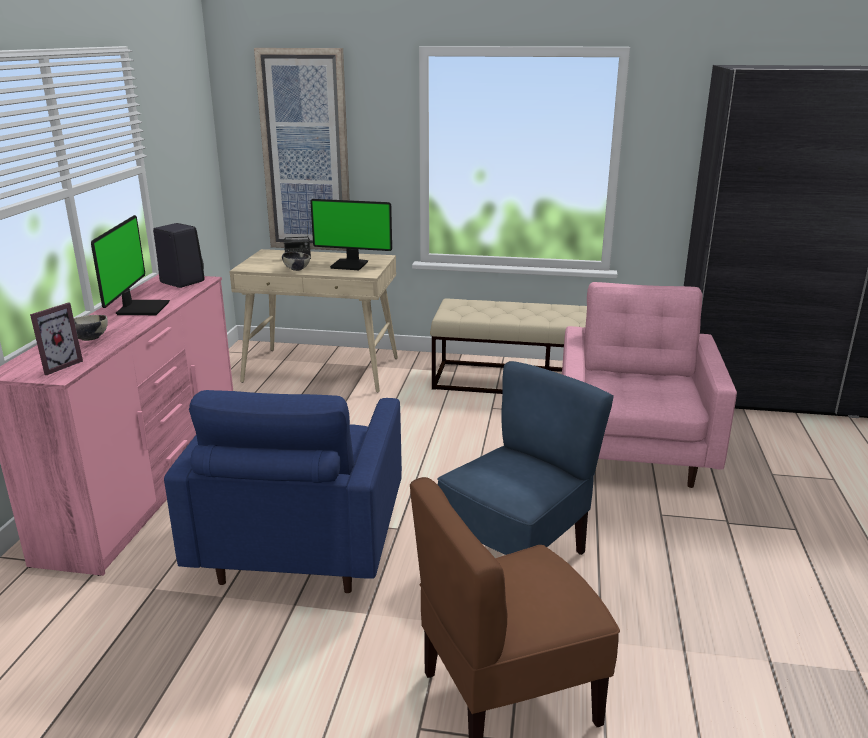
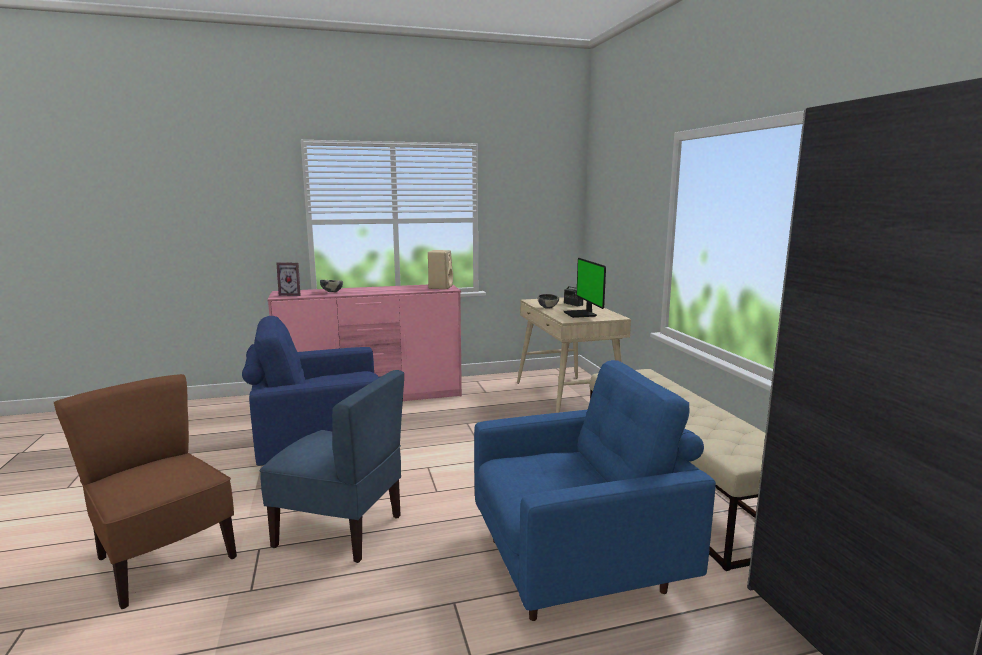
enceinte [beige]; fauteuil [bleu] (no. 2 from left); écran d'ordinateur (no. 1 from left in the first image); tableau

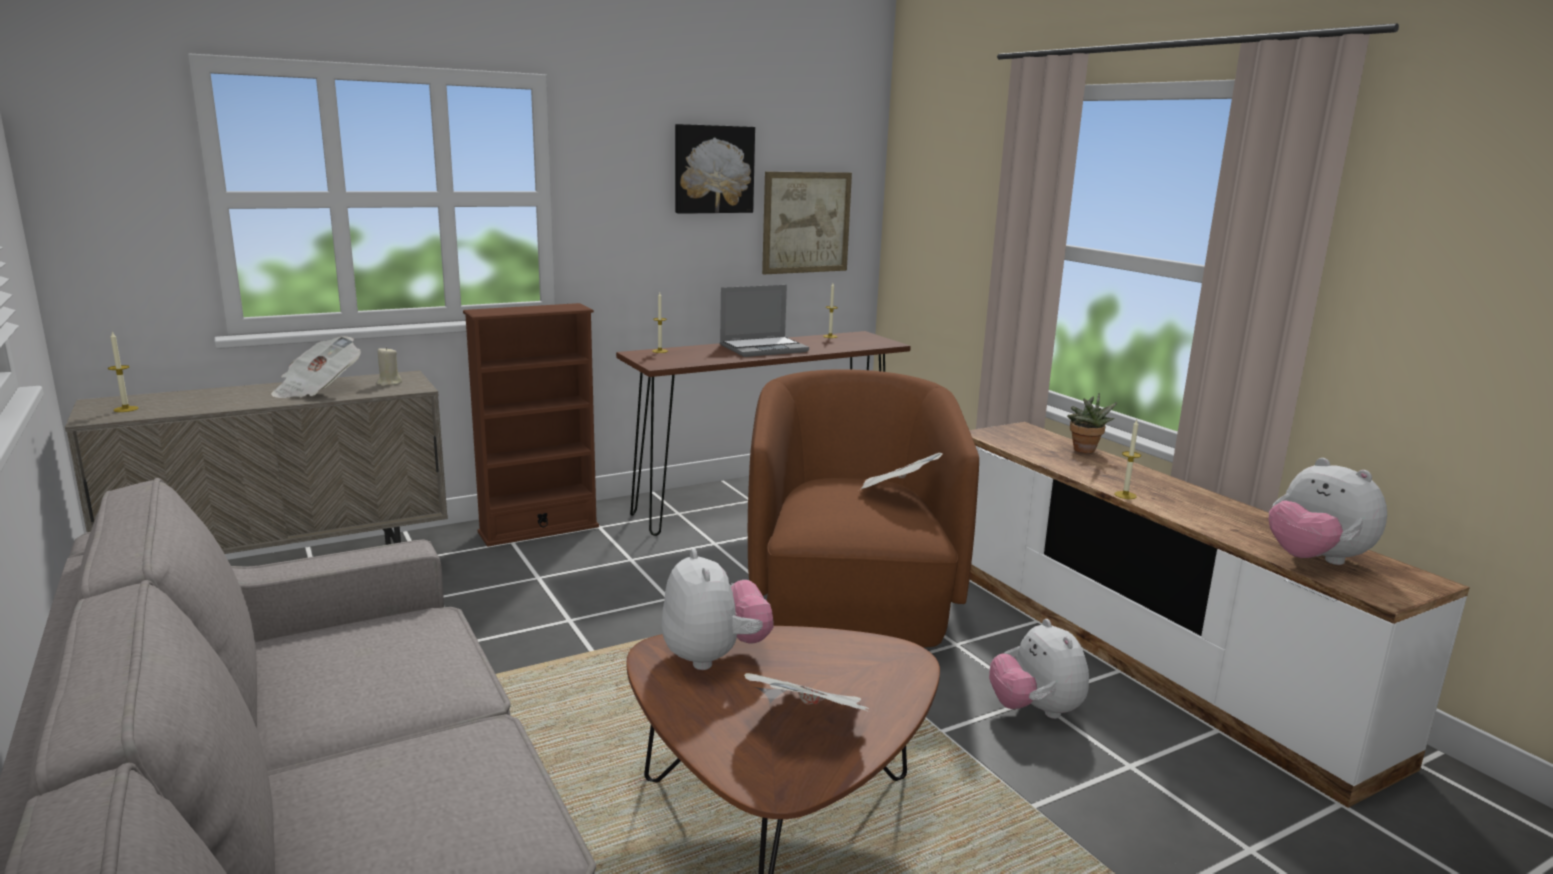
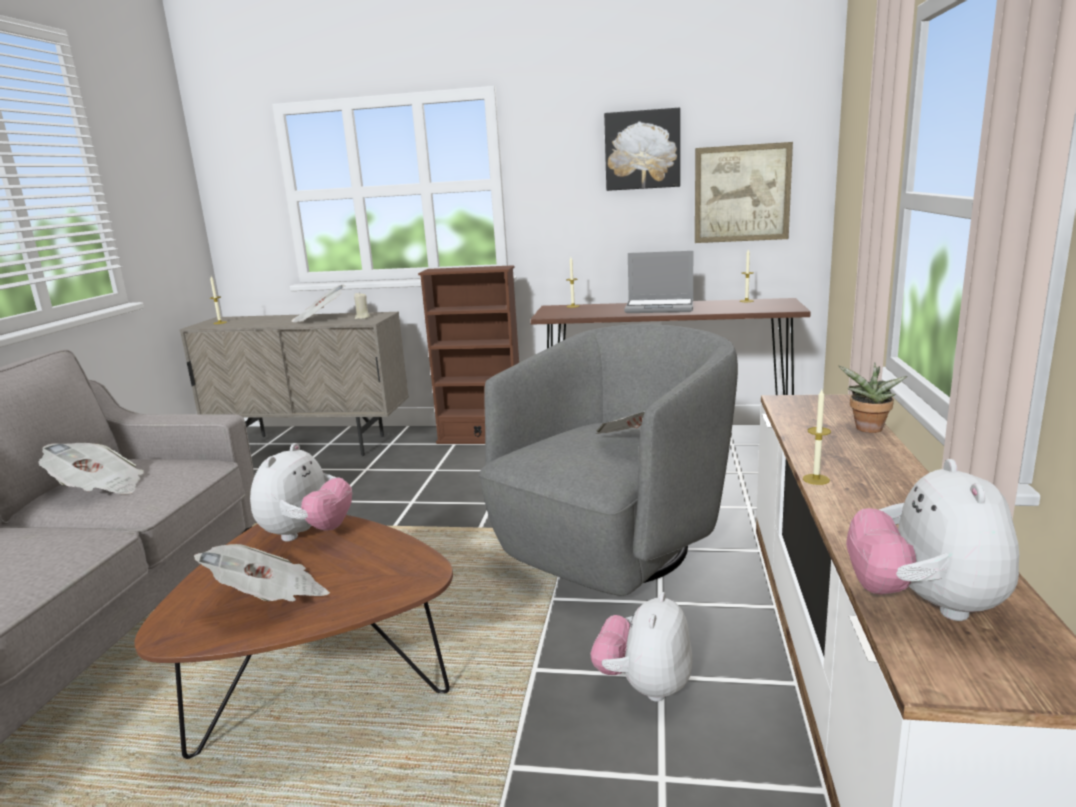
journal (no. 1 from left); fauteuil [gris]

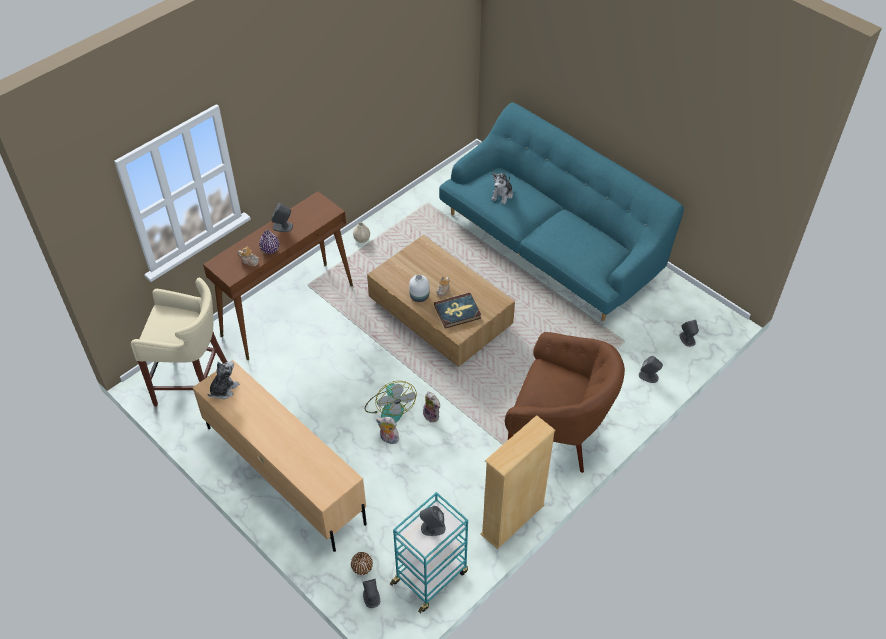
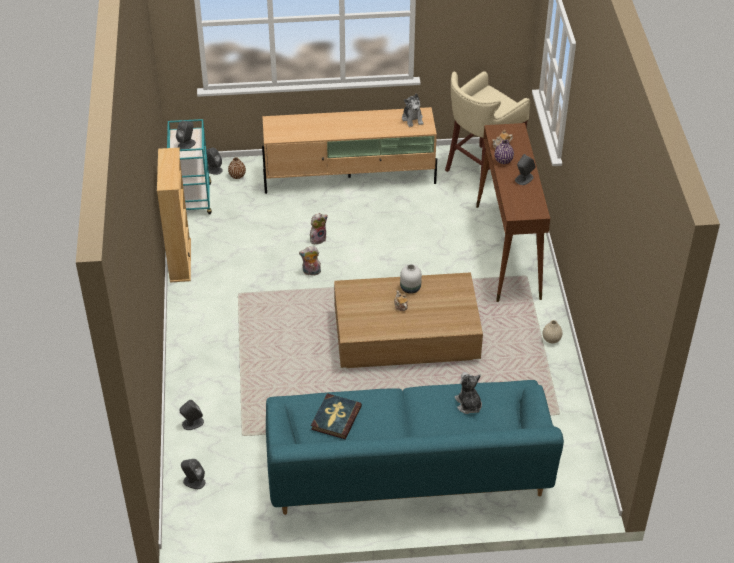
livre; ventilateur; fauteuil [marron]

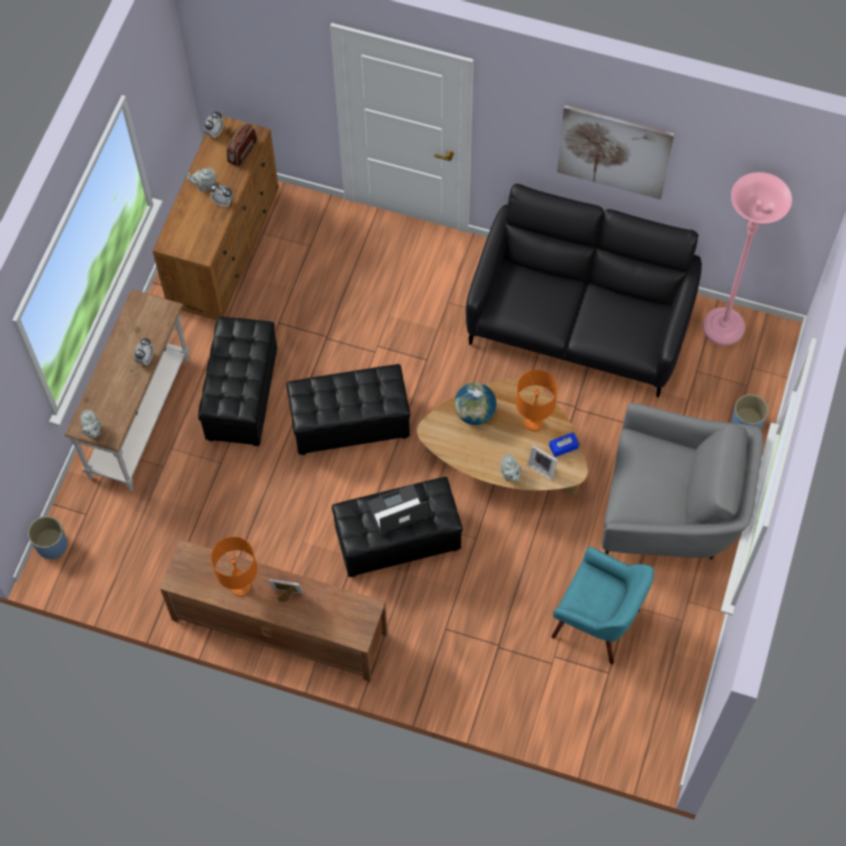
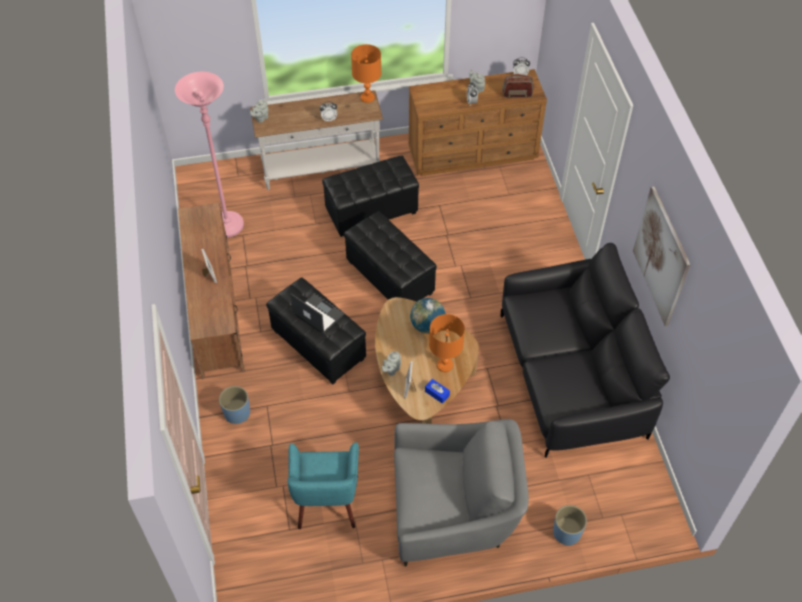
lampadaire [rose]; cache-pot [bleu] (no. 1 from left); lampe de table [orange] (no. 1 from left); fauteuil [gris]

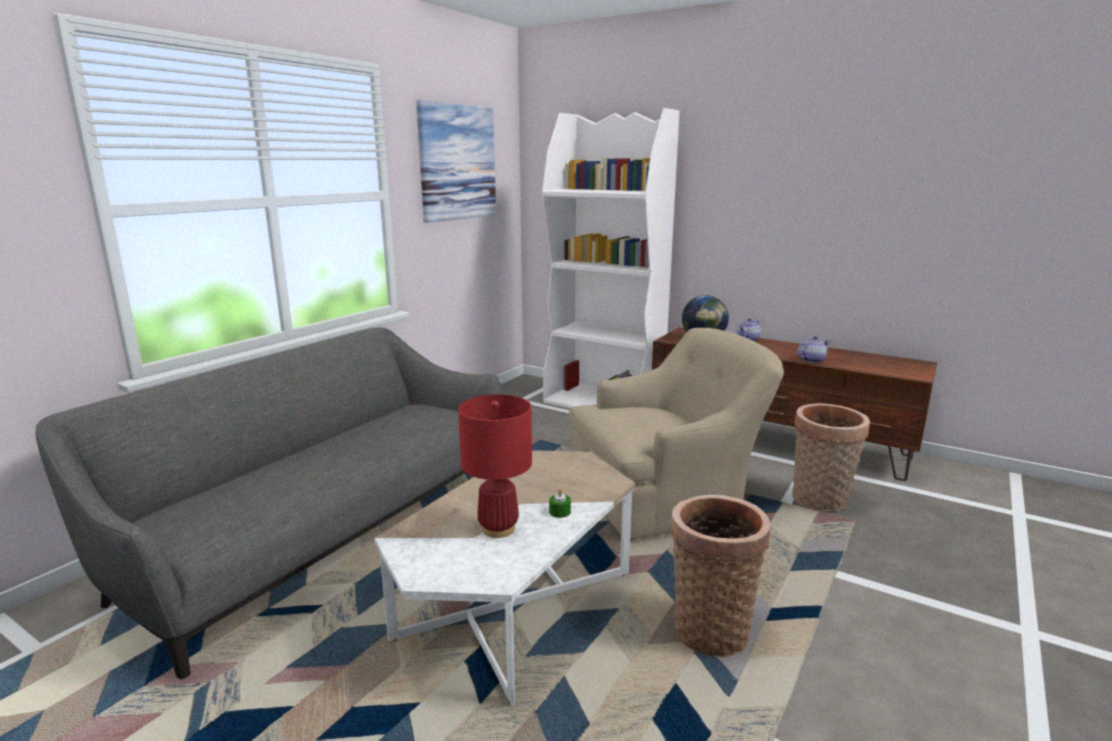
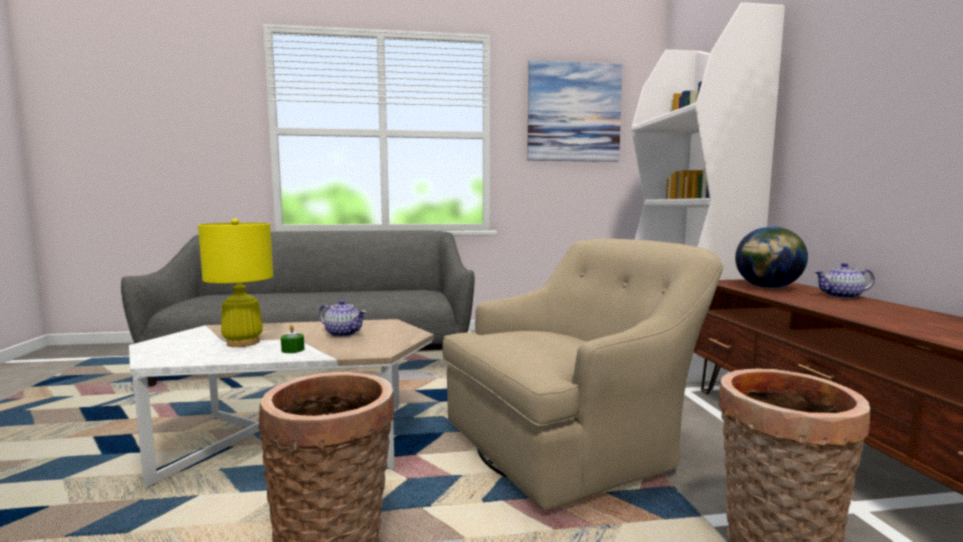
lampe de table [jaune]; théière (no. 1 from left); fauteuil [beige]

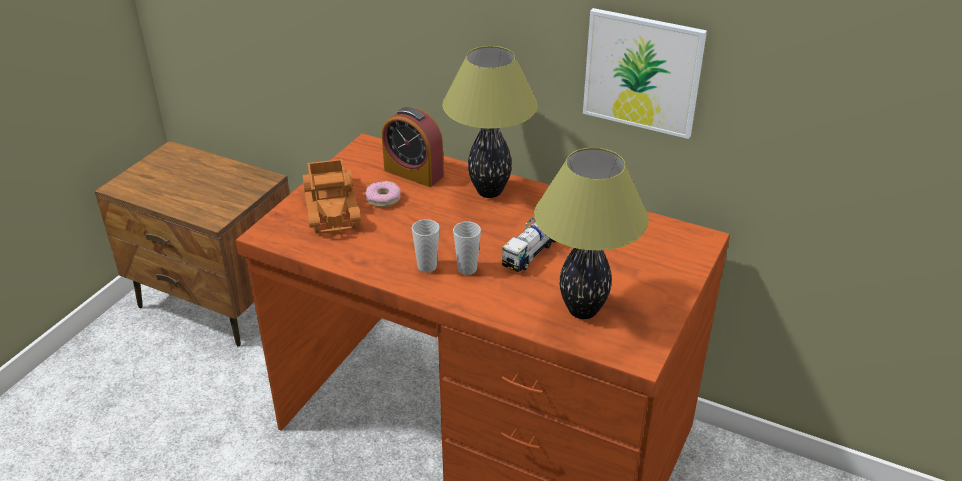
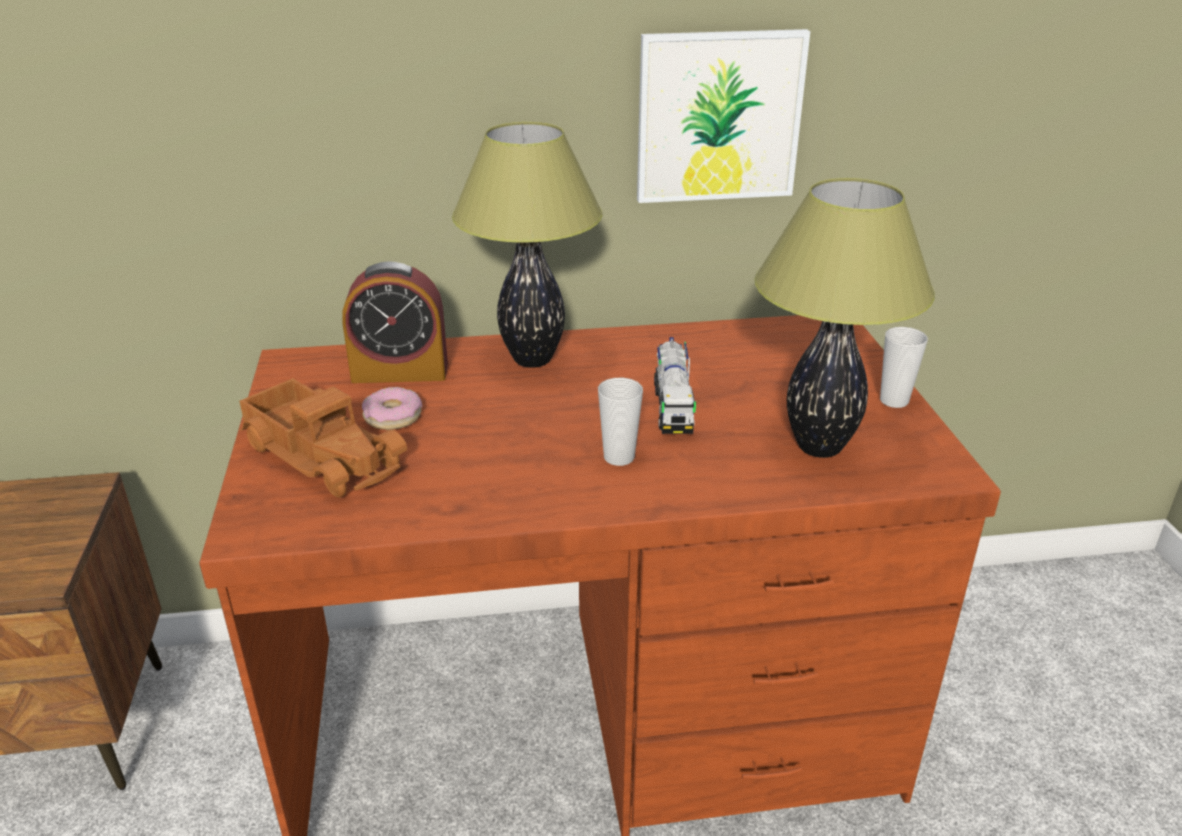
tasse (no. 2 from left)

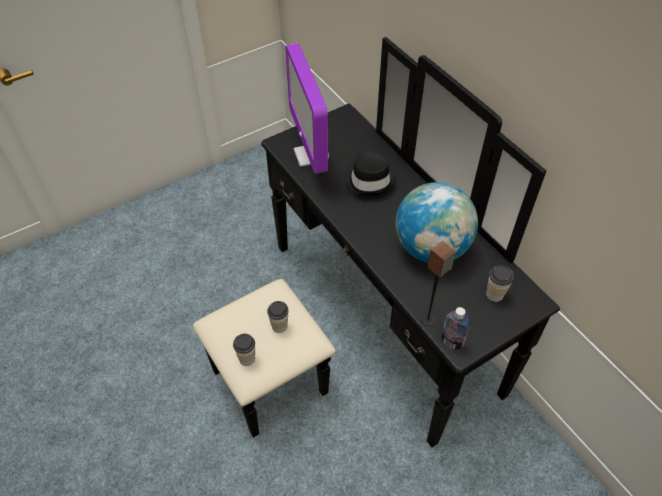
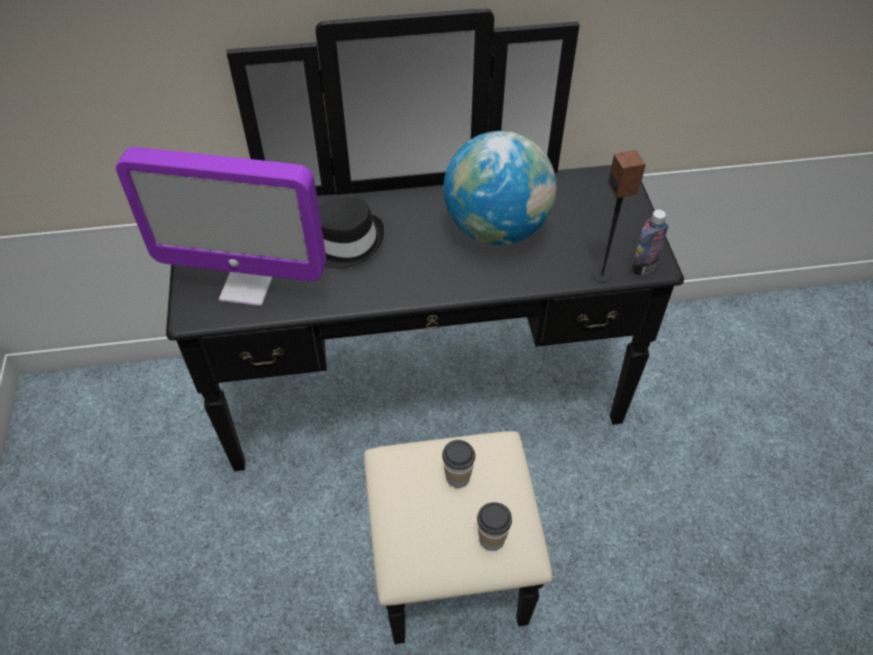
tasse (no. 3 from left in the first image)

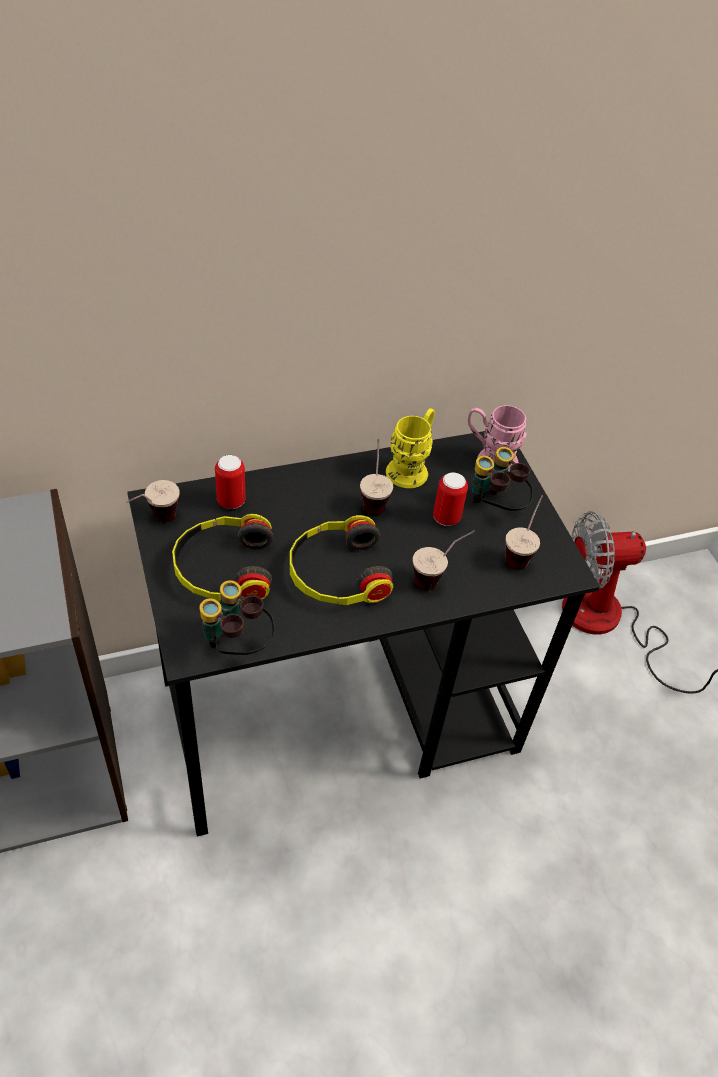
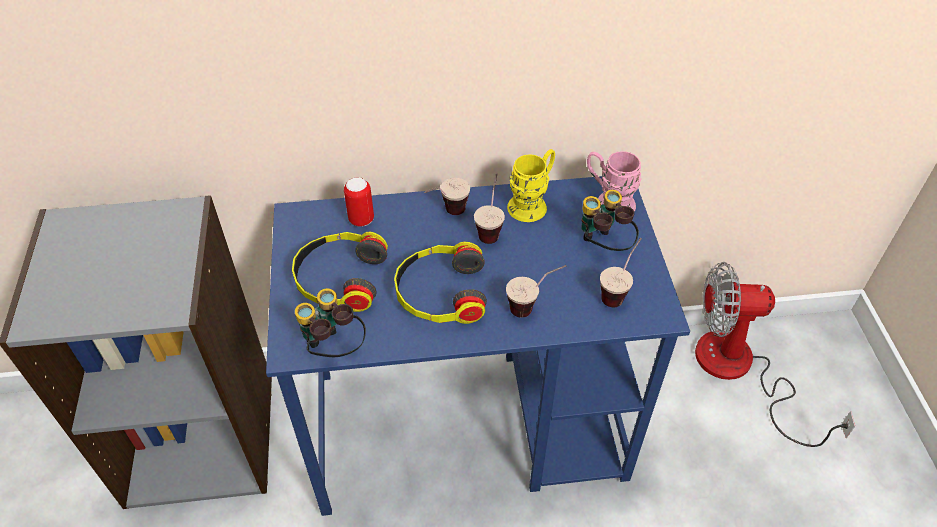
bureau [bleu]; tasse (no. 1 from left); boîte métallique (no. 2 from left in the first image)

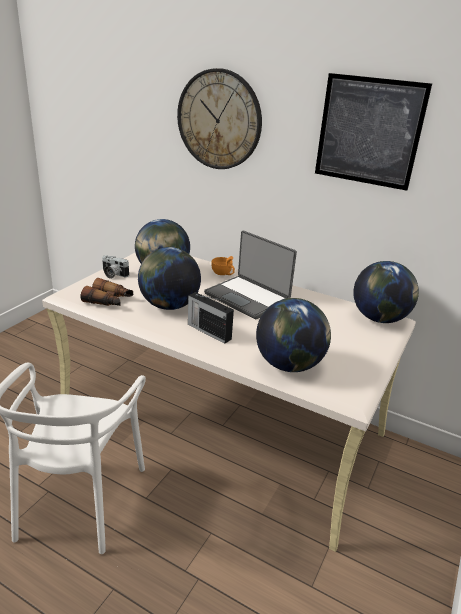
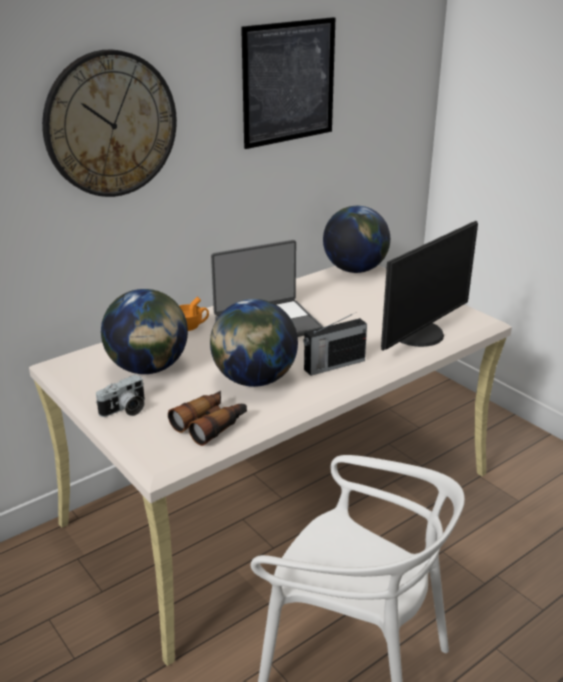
écran d'ordinateur

